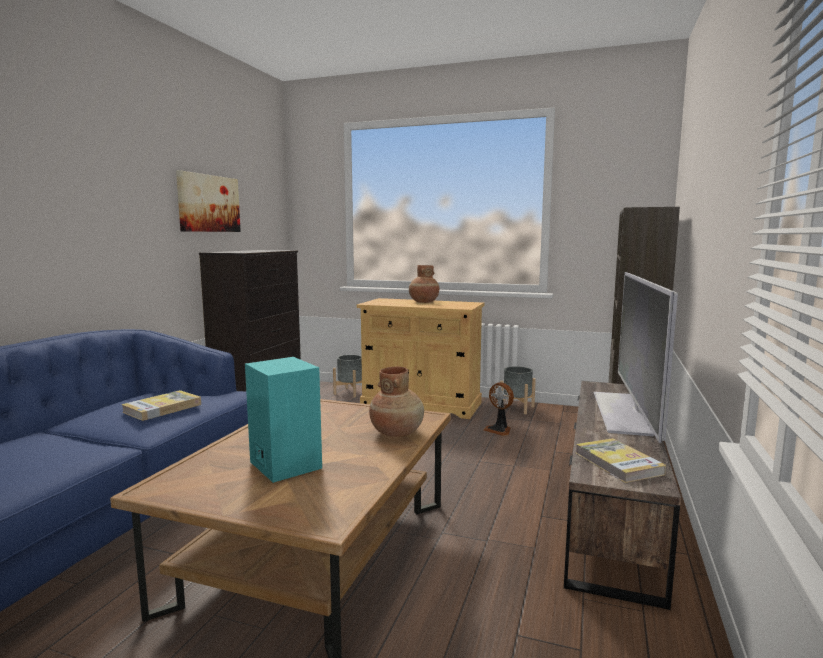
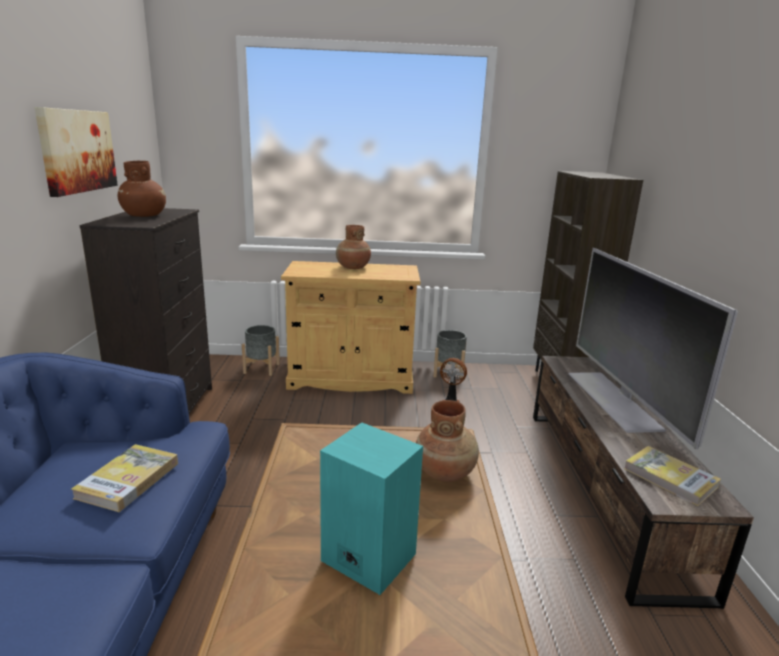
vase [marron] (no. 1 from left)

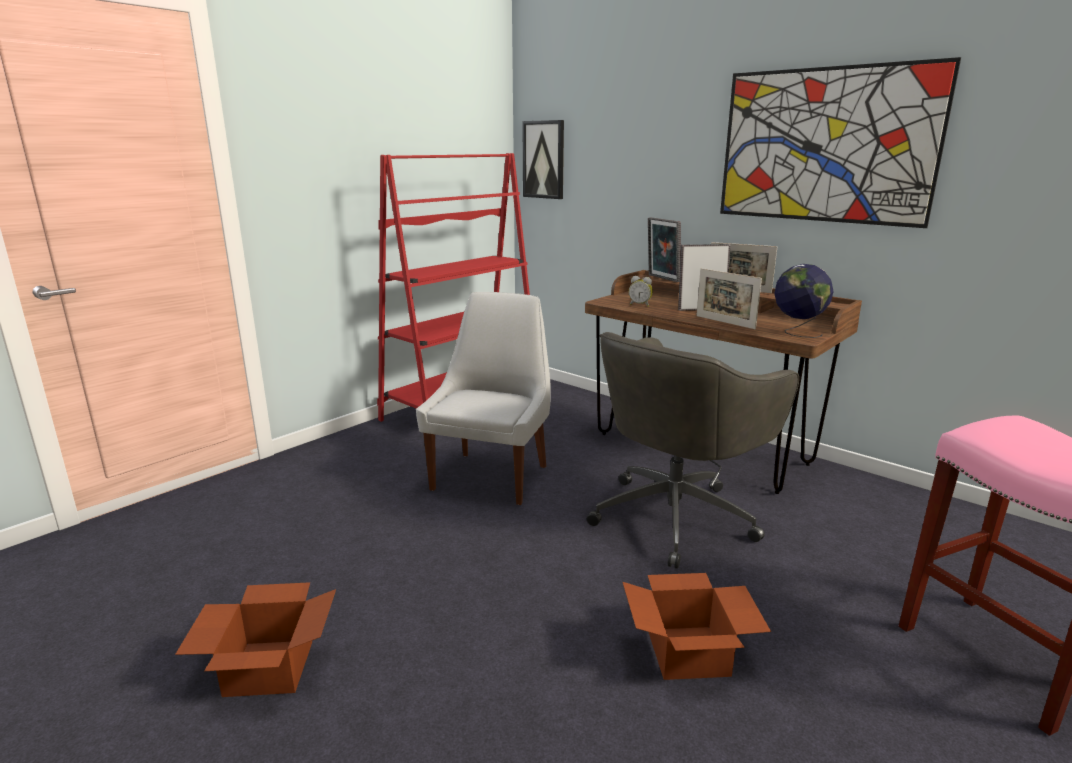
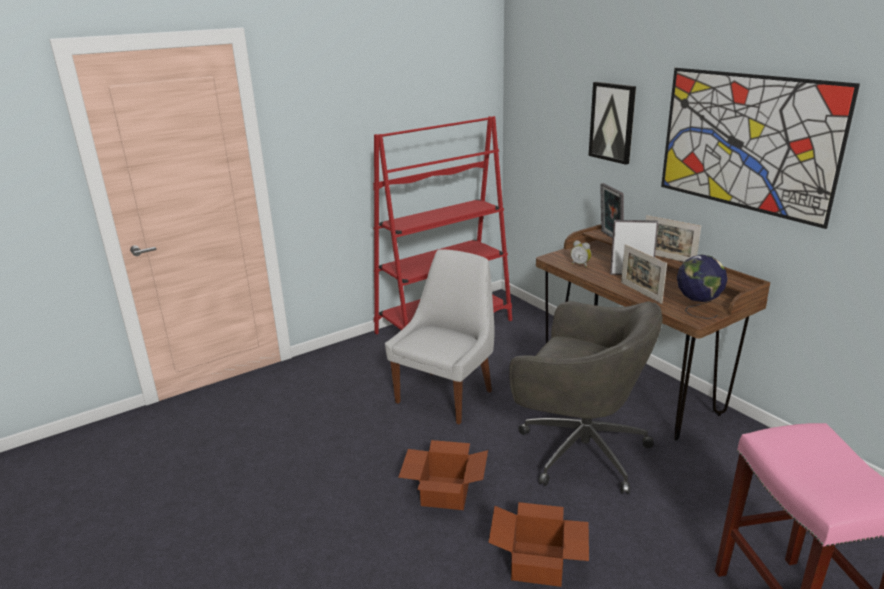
carton (no. 1 from left); chaise de bureau [gris]; tableau (no. 1 from left)

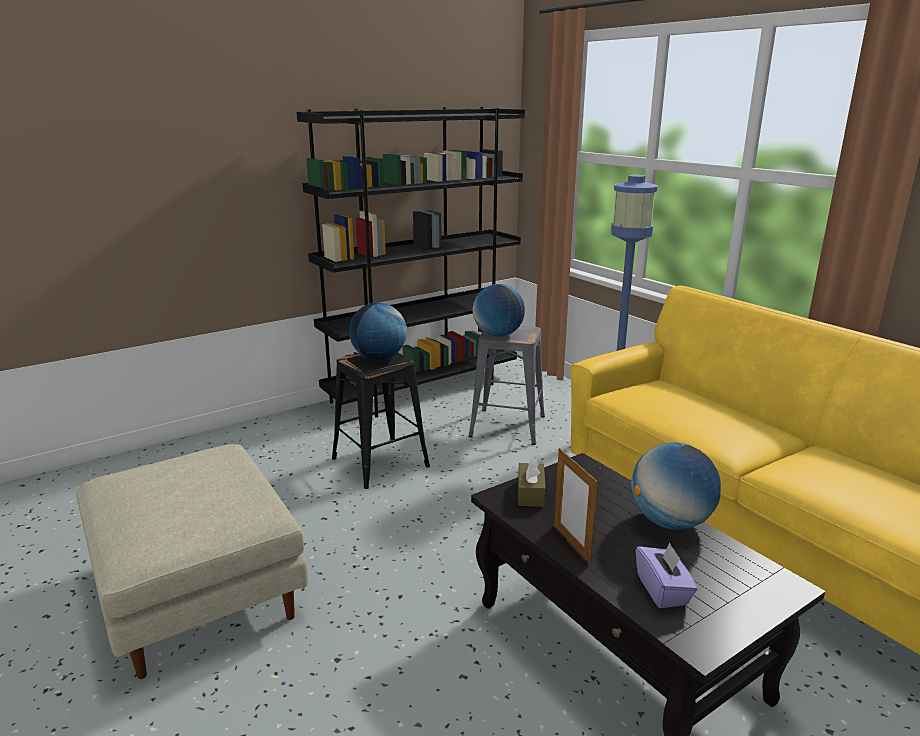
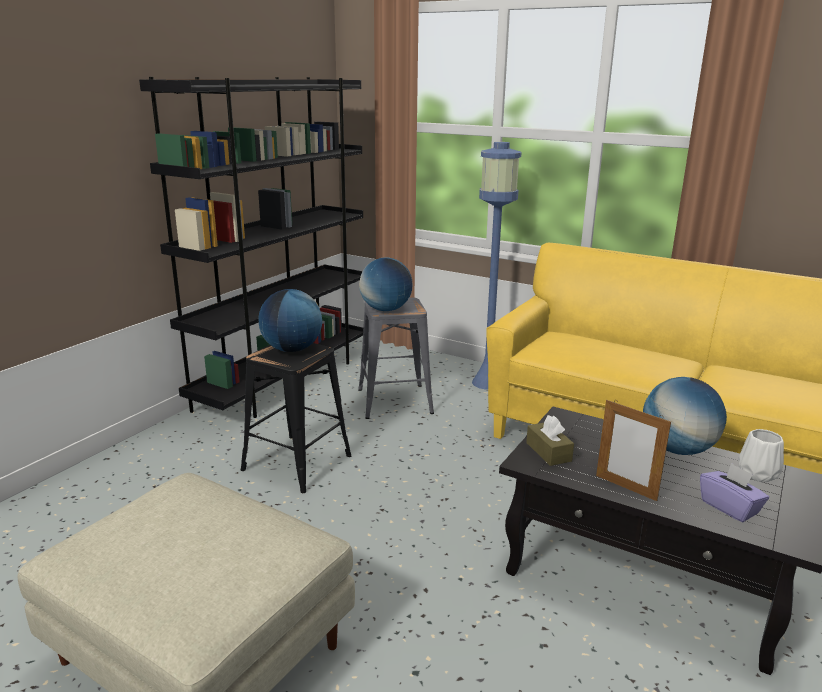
vase [blanc]

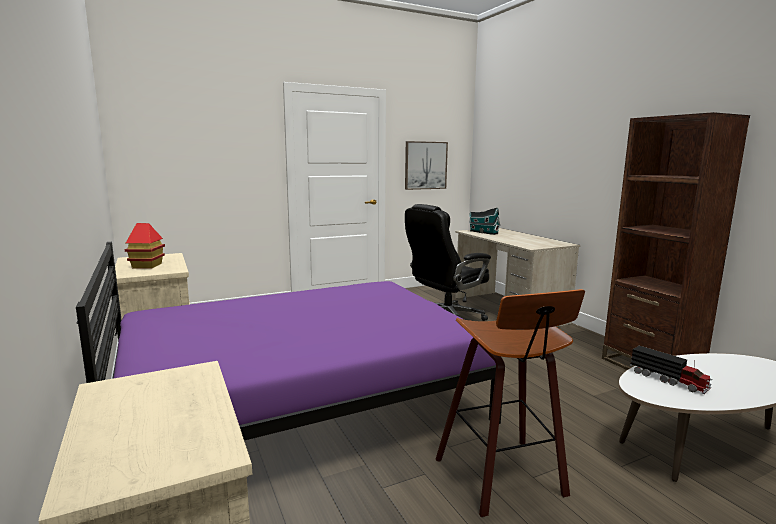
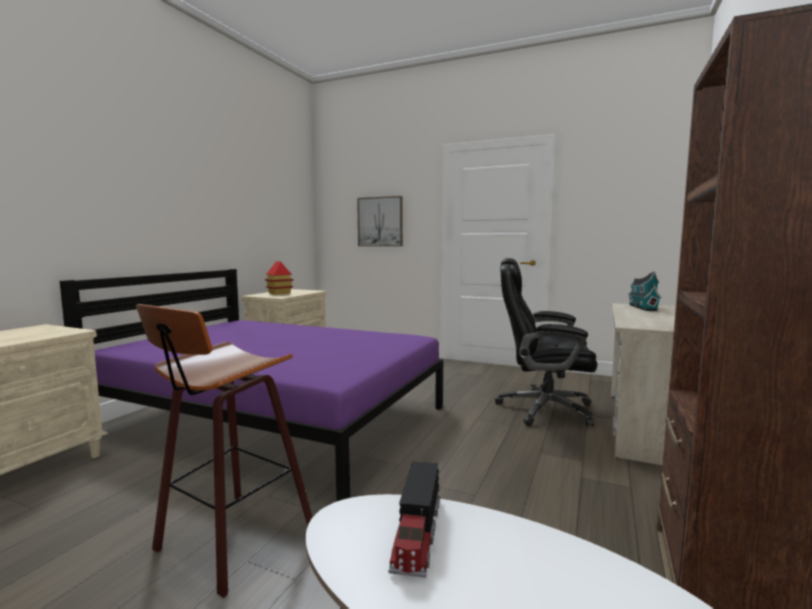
tableau

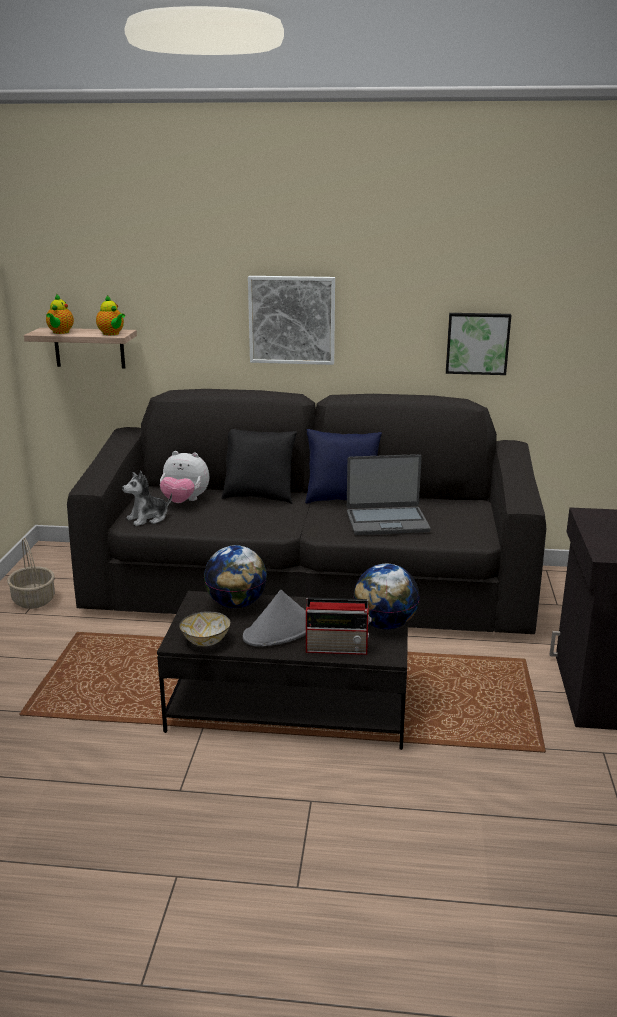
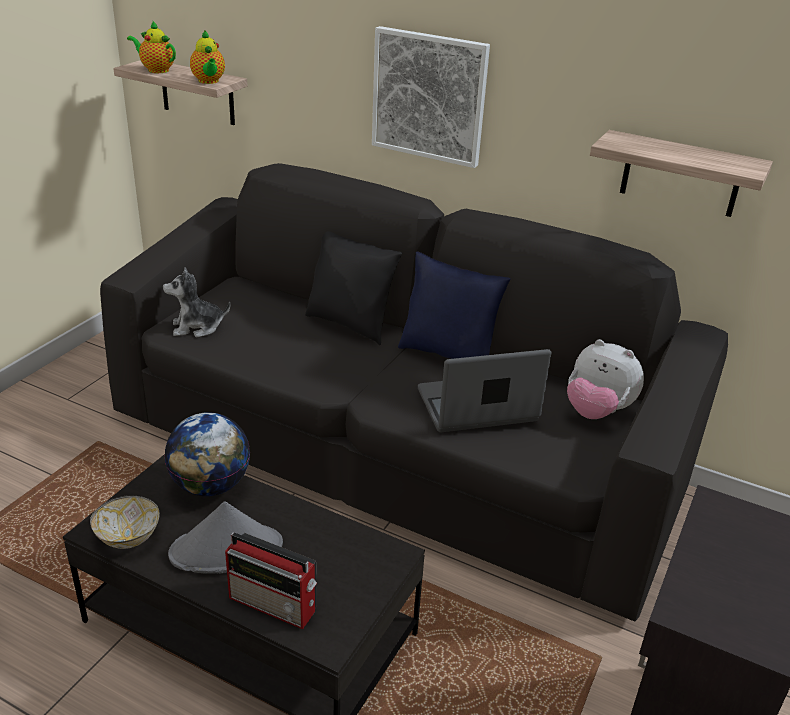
théière (no. 1 from left); ordinateur portable; peluche (no. 2 from left); étagère (no. 2 from left); panier; globe (no. 2 from left in the first image)

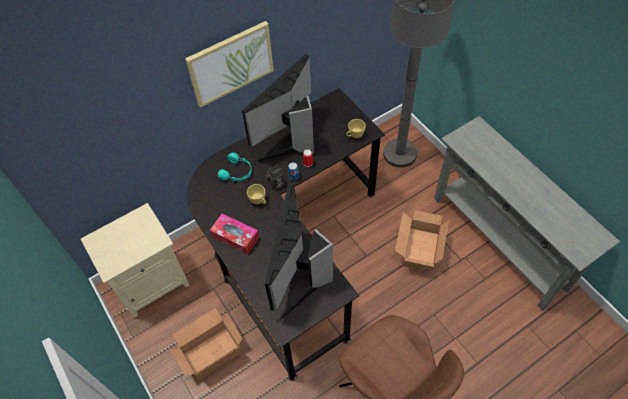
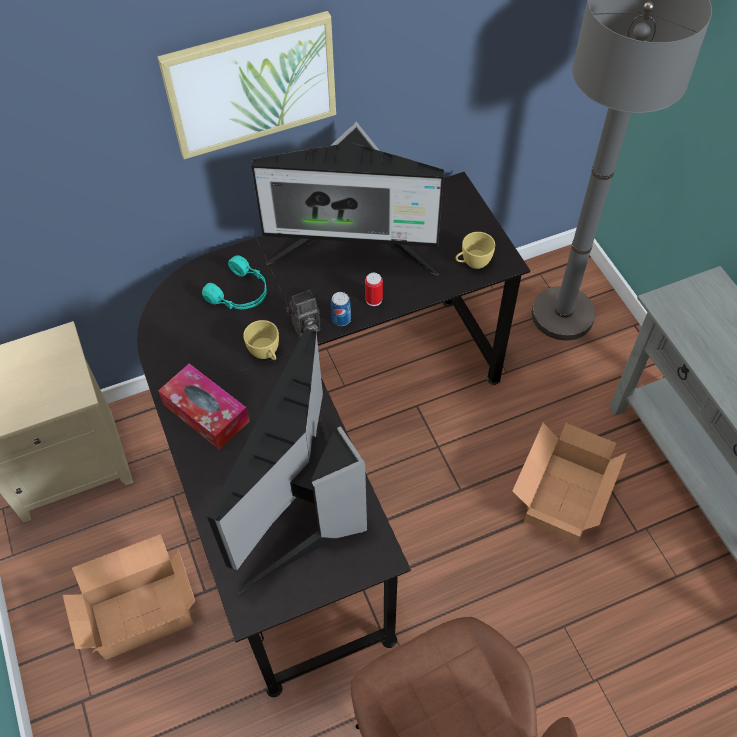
écran d'ordinateur (no. 2 from left)

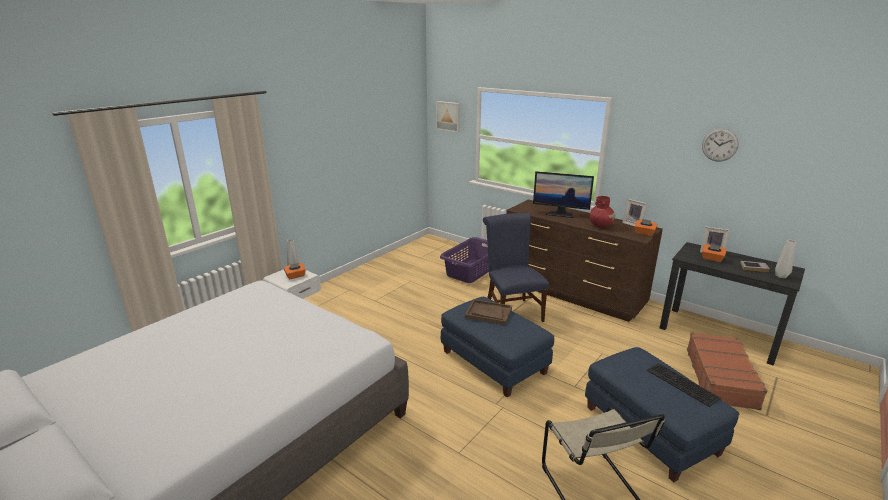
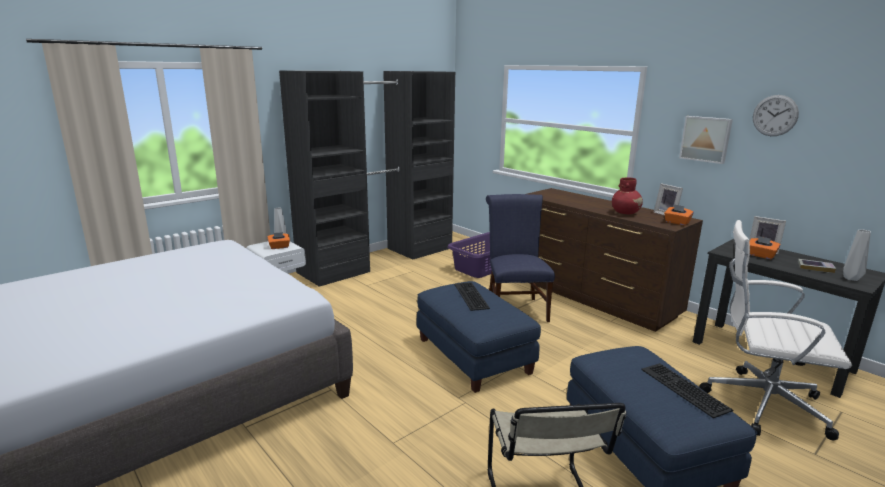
armoire [noir]; clavier (no. 1 from left); tableau; chaise de bureau [blanc]; écran d'ordinateur

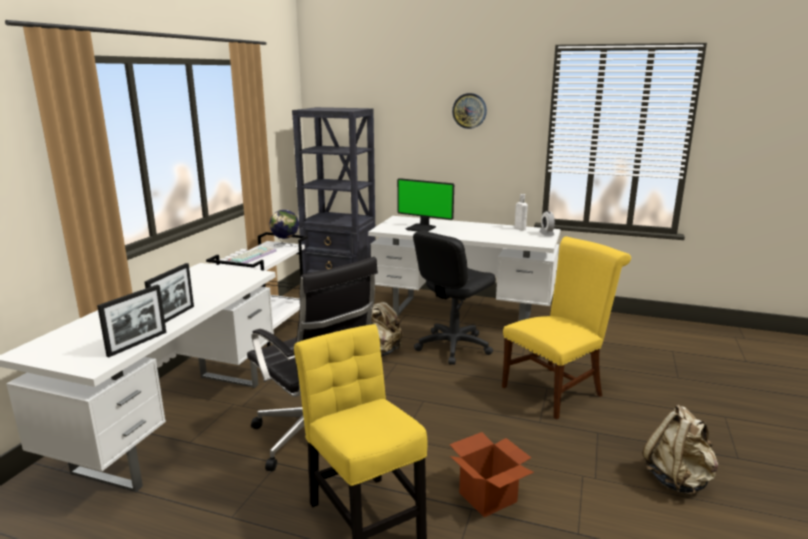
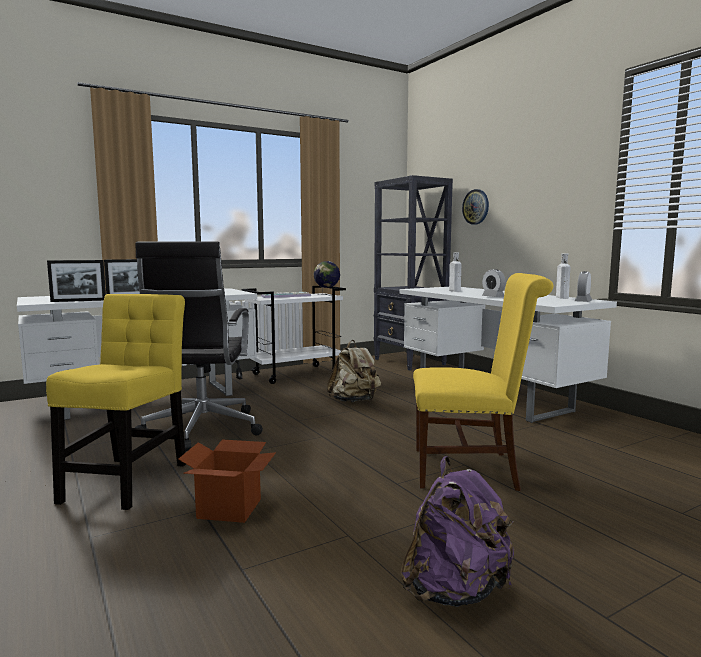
sac à dos [violet]; bouteille [blanc] (no. 1 from left); horloge murale; réveil (no. 1 from left); chaise de bureau [noir] (no. 2 from left in the first image)

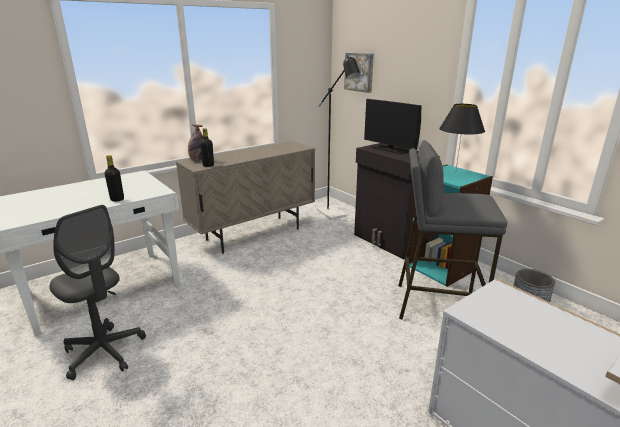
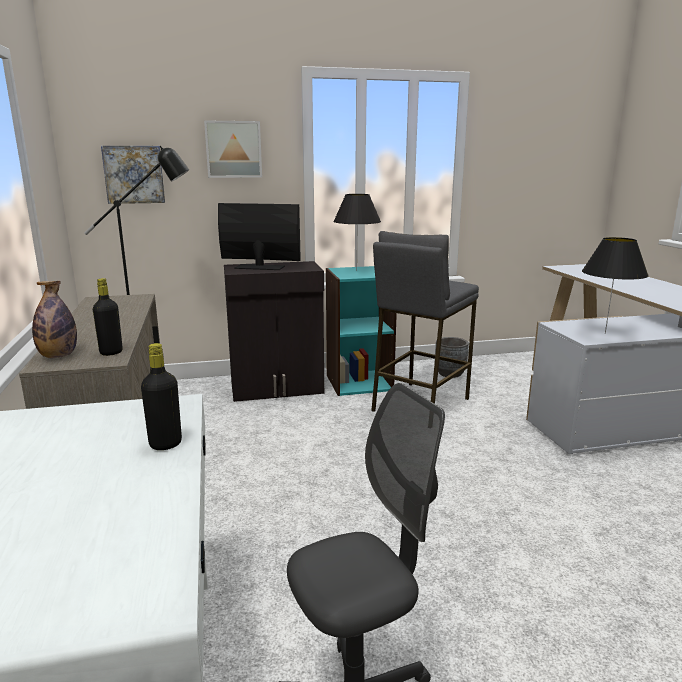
tableau (no. 2 from left); écran d'ordinateur; lampe de table [noir] (no. 2 from left)

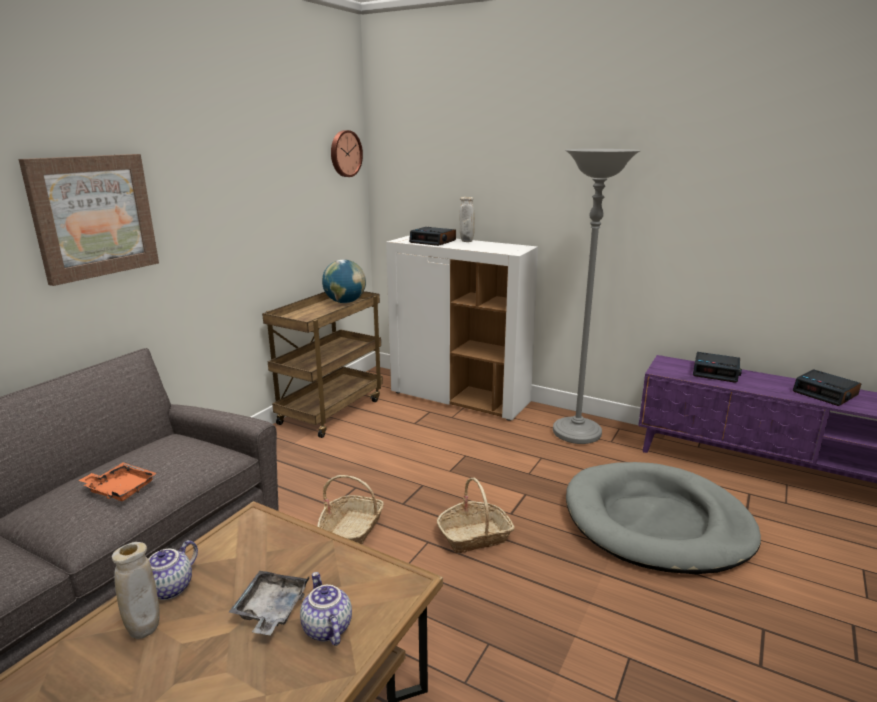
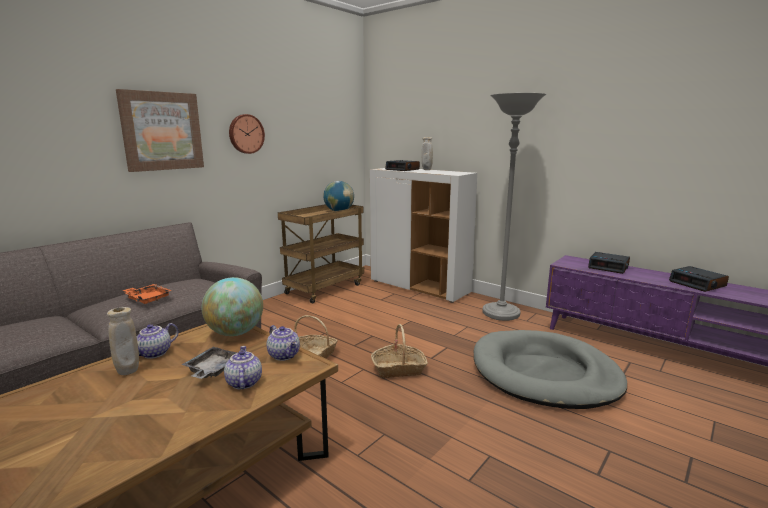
globe (no. 1 from left); horloge murale; théière (no. 3 from left)

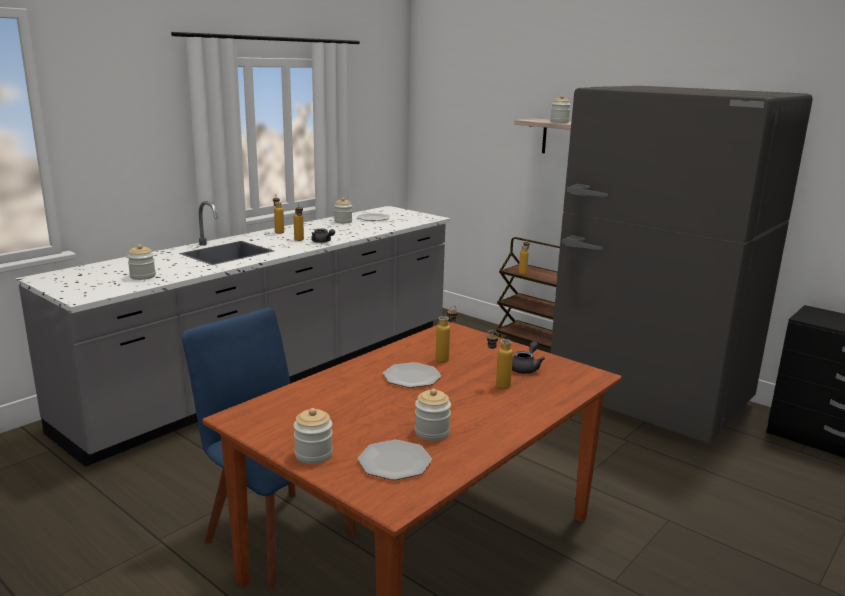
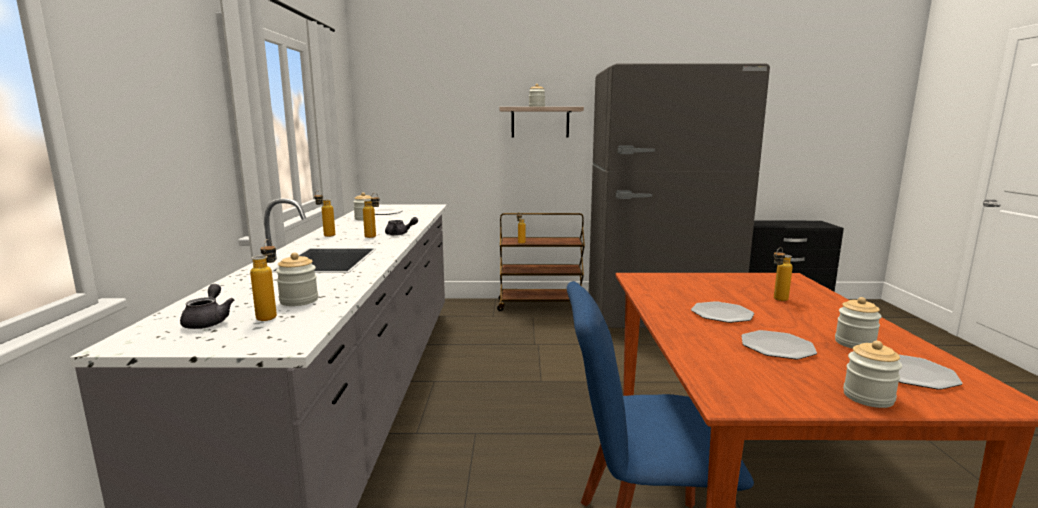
théière [gris] (no. 1 from left); bouteille (no. 1 from left); assiette (no. 3 from left)

